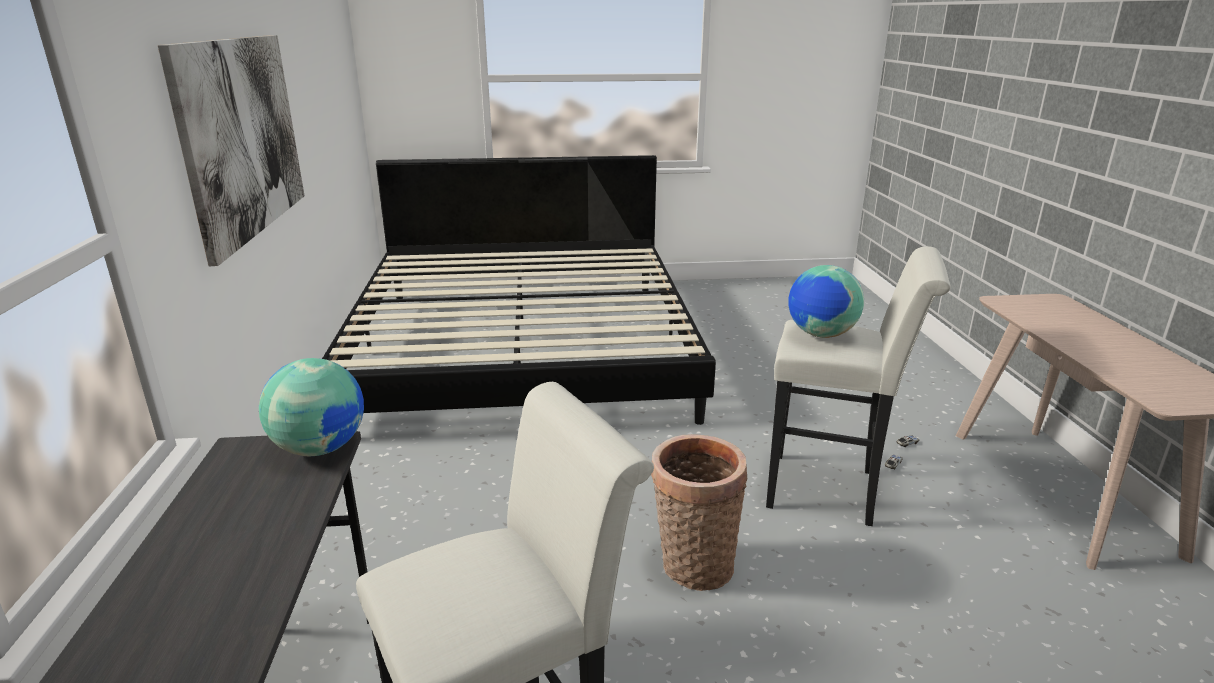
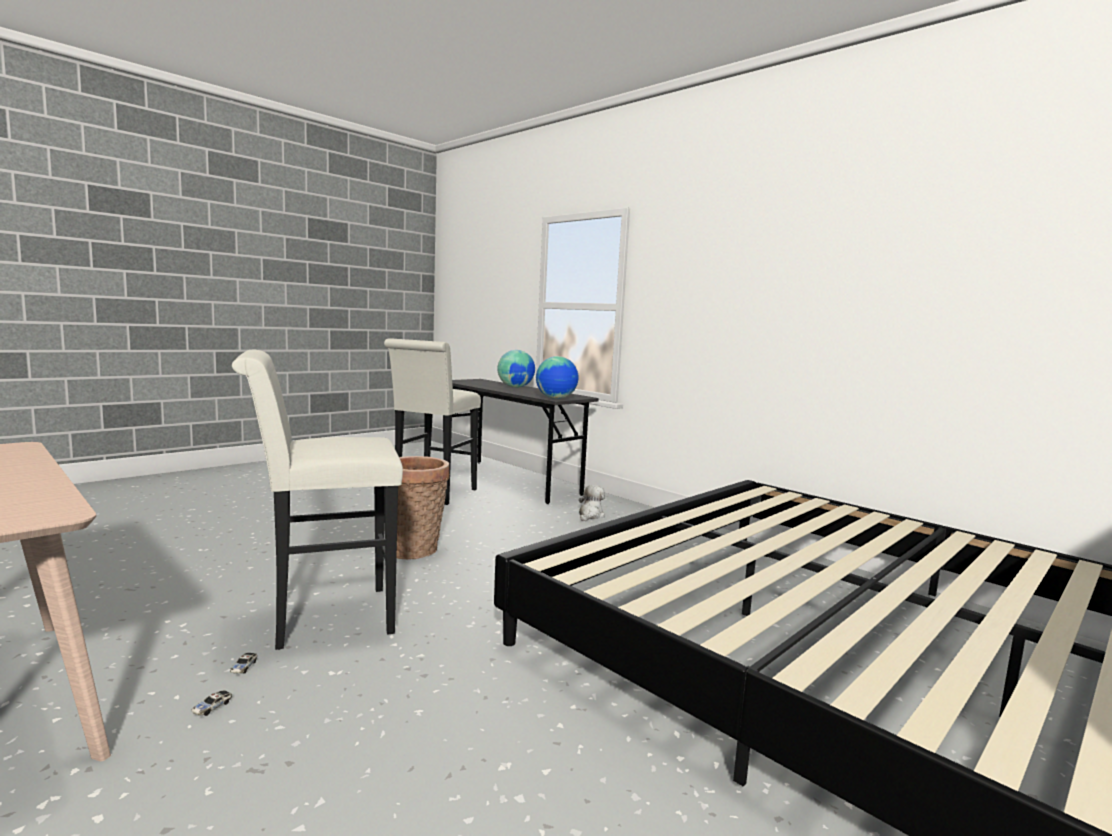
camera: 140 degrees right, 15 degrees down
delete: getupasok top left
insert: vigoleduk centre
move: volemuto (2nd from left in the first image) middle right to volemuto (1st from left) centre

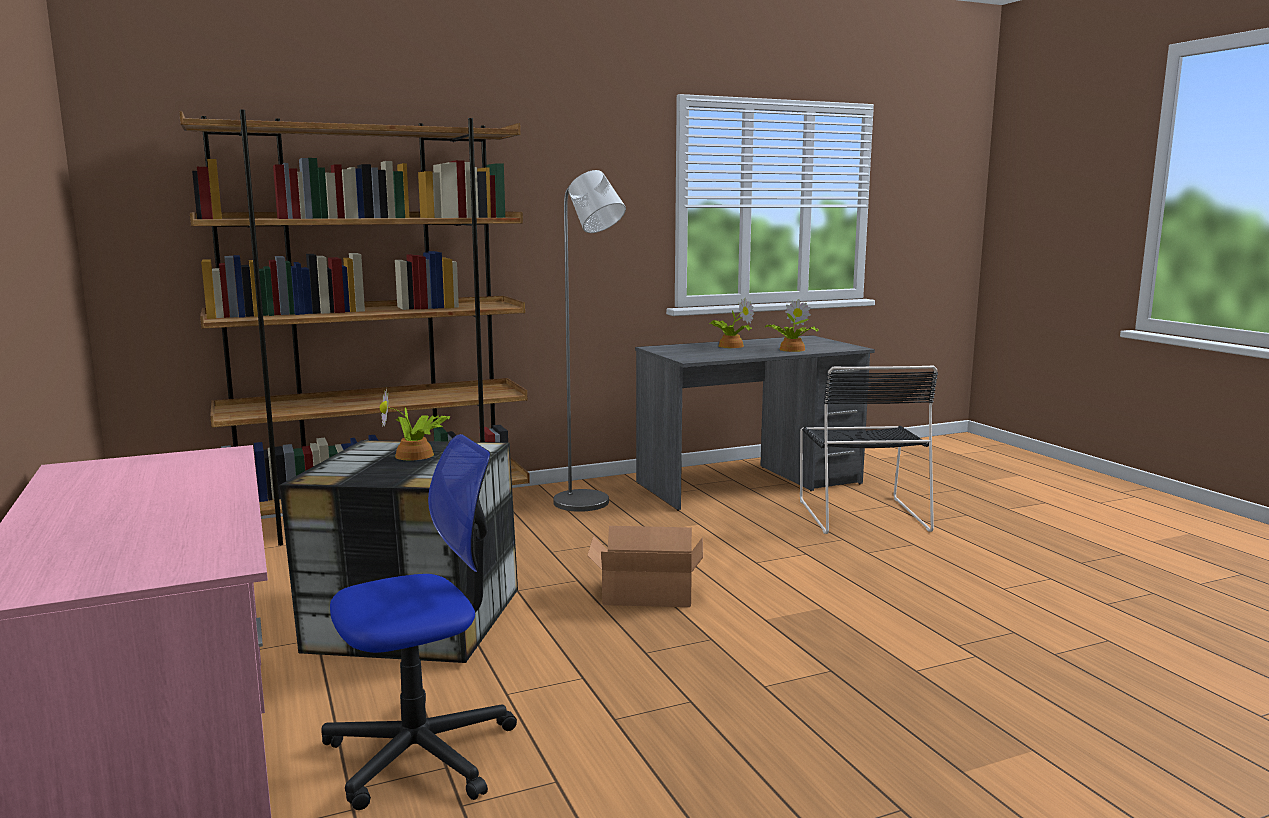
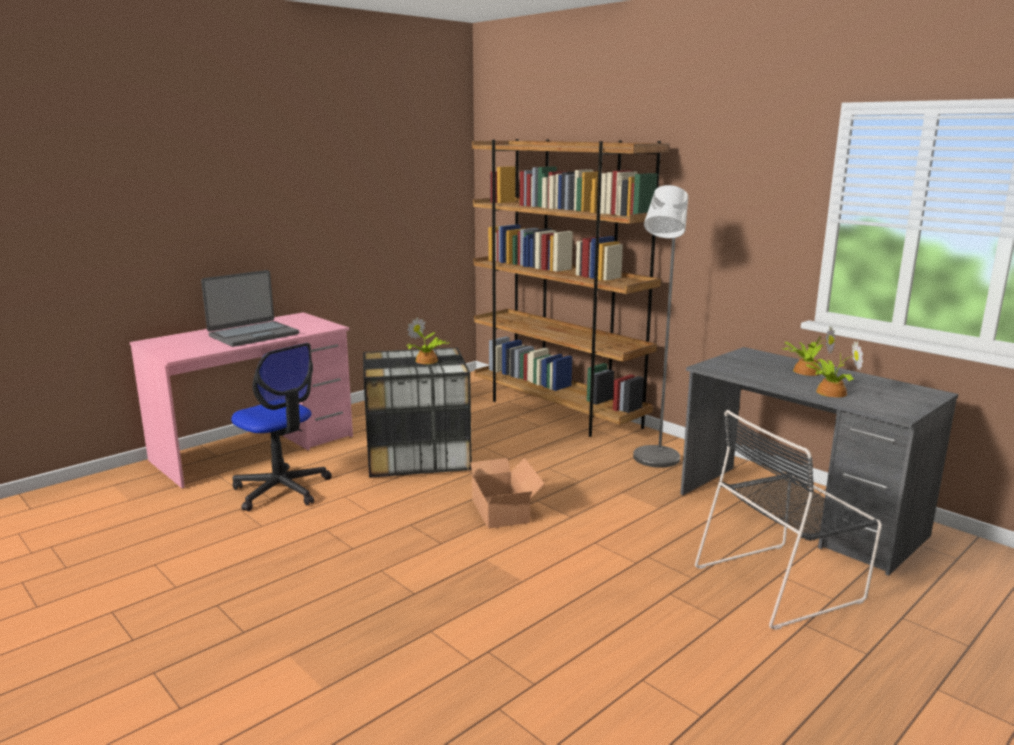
camera: 70 degrees right, 5 degrees up
insert: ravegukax middle left

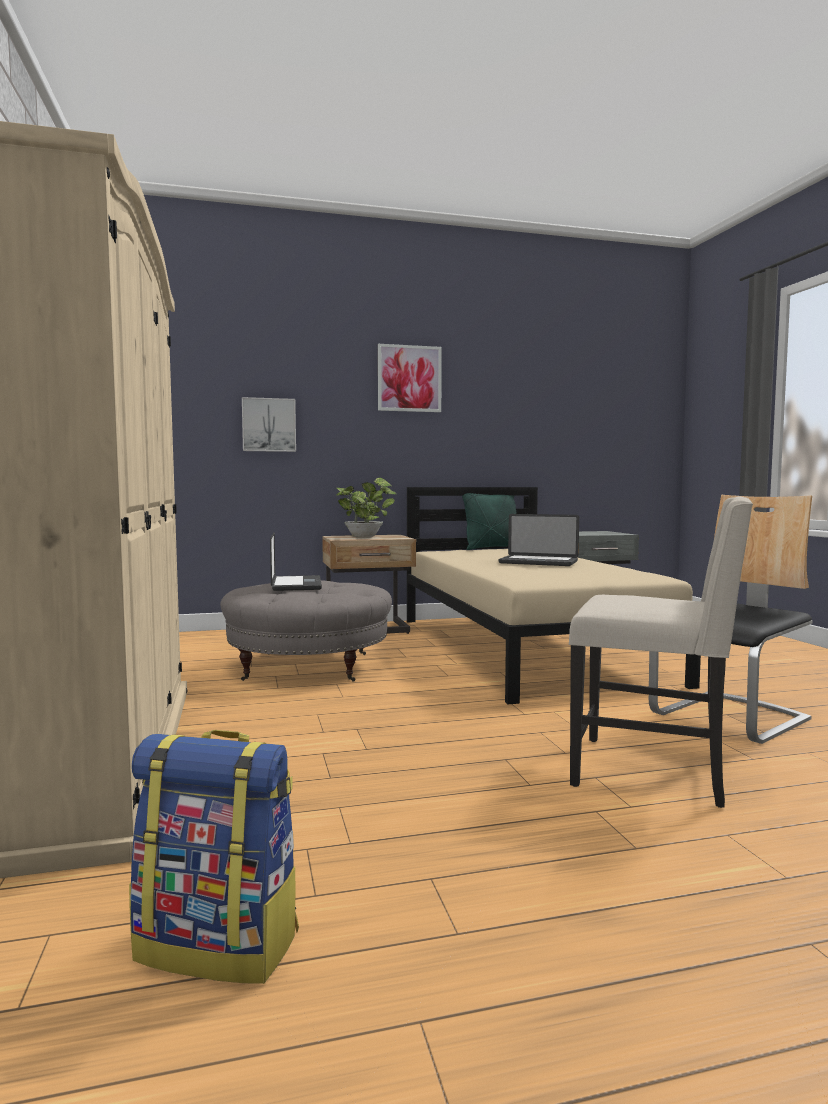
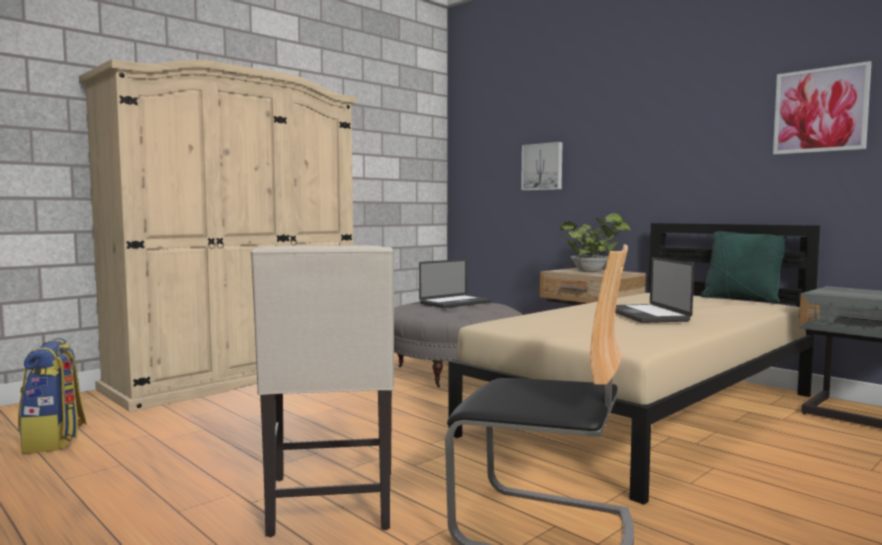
camera: 60 degrees right, 0 degrees up
move: getupasok (2nd from left) centre to top right

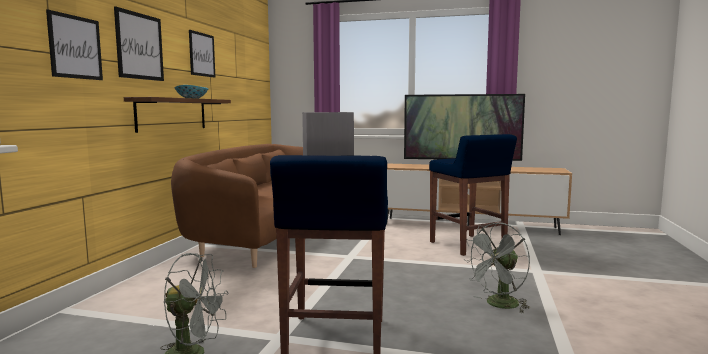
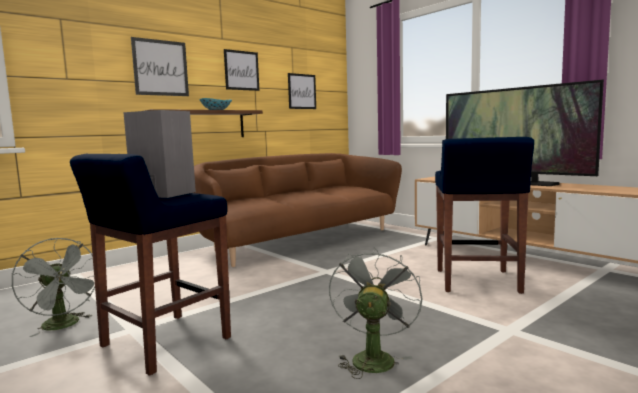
camera: 35 degrees right, 0 degrees up
move: getupasok (1st from left in the first image) top left to getupasok (3rd from left) top centre
rotate: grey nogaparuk (2nd from left) bottom right = bottom centre 105 degrees clockwise

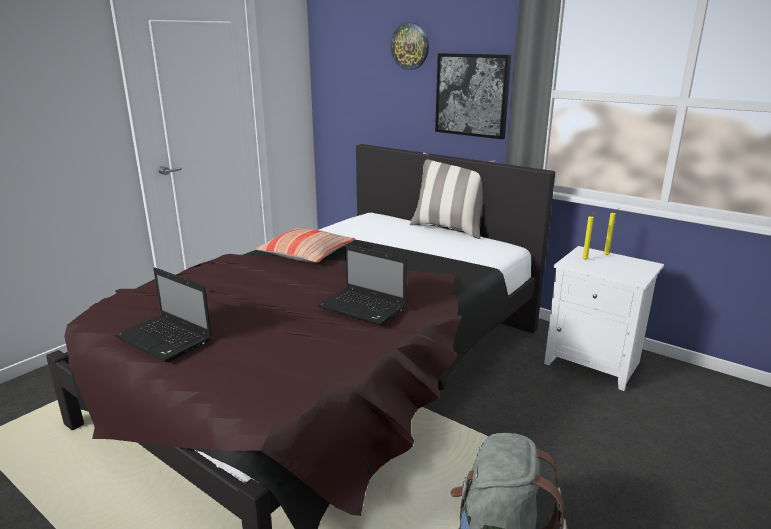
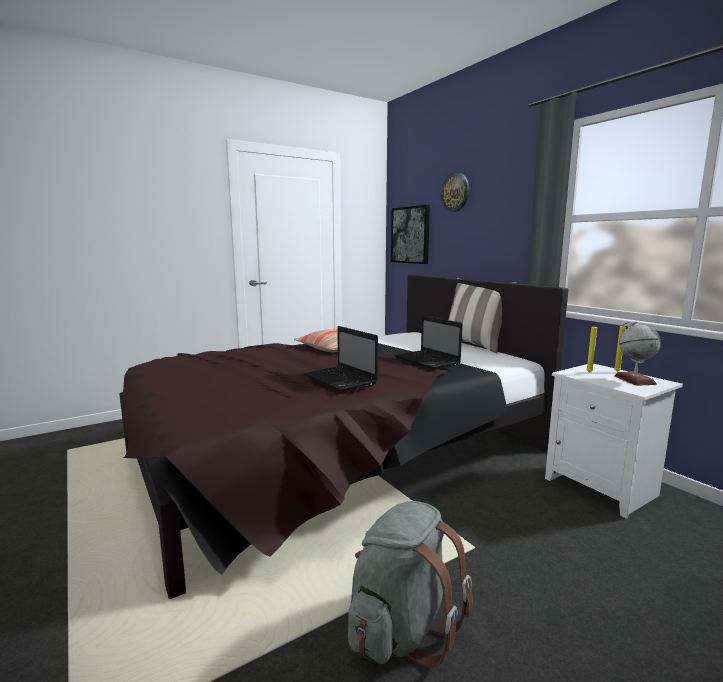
camera: 20 degrees right, 10 degrees down
insert: volemuto middle right
move: getupasok top centre to centre; ravegukax (1st from left in the first image) middle left to ravegukax (2nd from left) centre

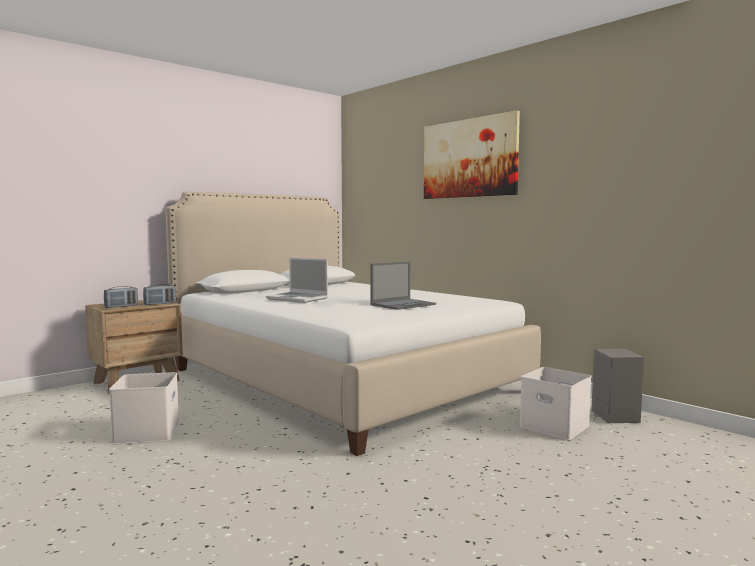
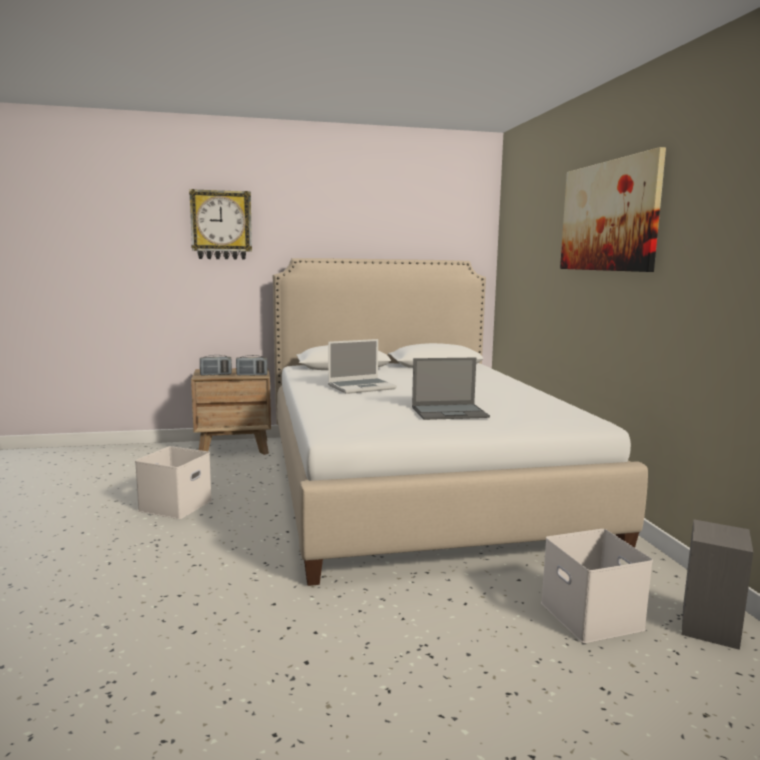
camera: 30 degrees right, 5 degrees up
insert: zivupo top left
rotate: ravegukax (1st from left) centre = centre 90 degrees counterclockwise

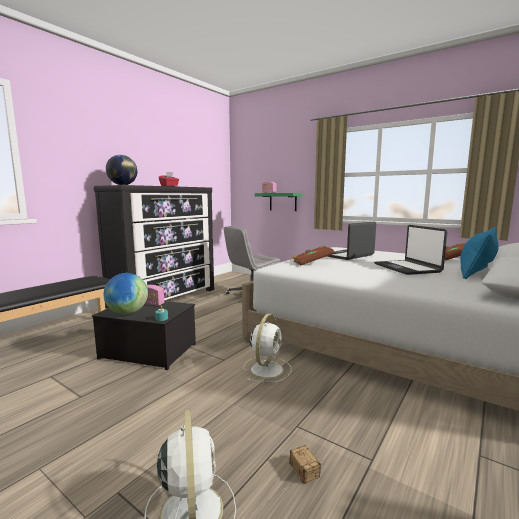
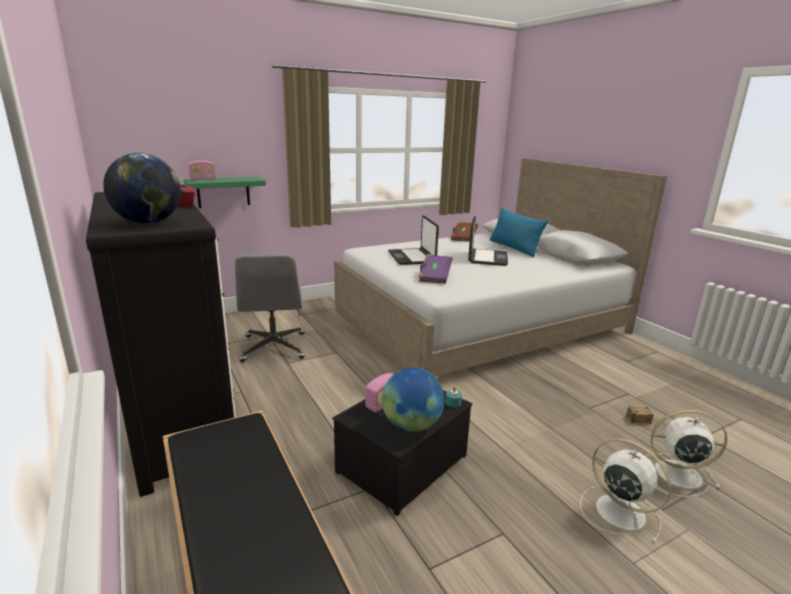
camera: 65 degrees left, 10 degrees up
move: white nogaparuk (2nd from left in the first image) bottom centre to white nogaparuk (1st from left) bottom right
recolor: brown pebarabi (1st from left) centre to purple pebarabi centre
rotate: ravegukax (2nd from left) middle right = centre 90 degrees counterclockwise

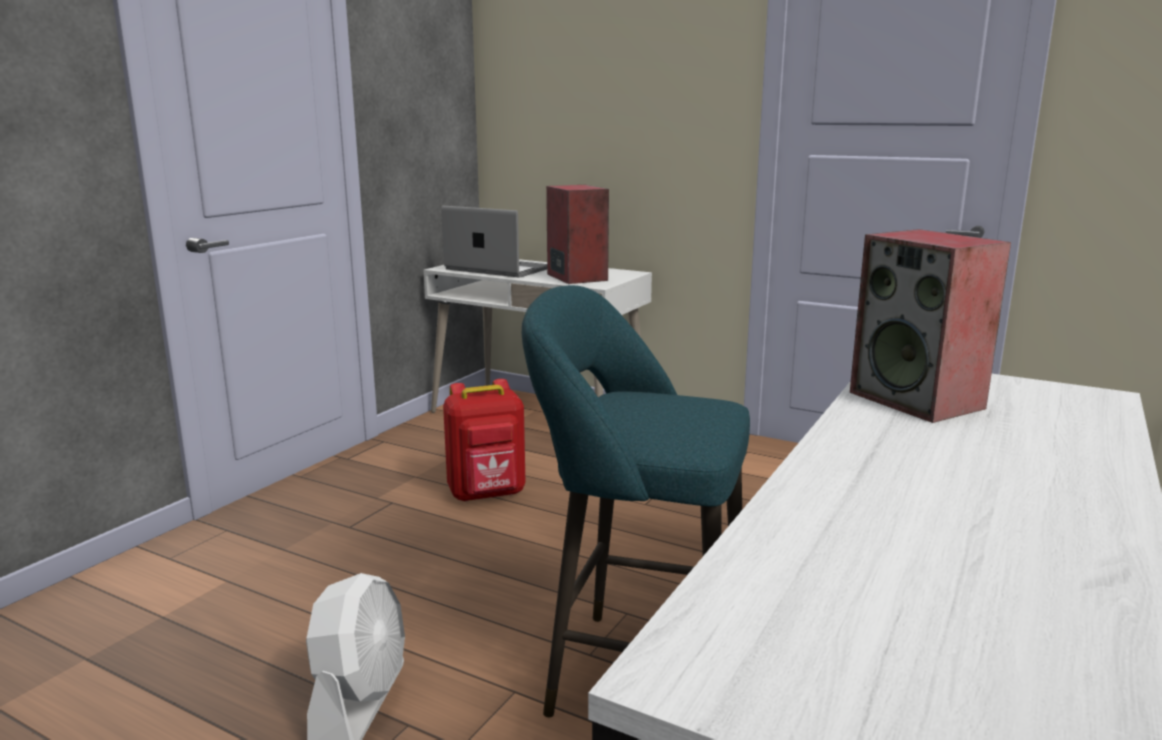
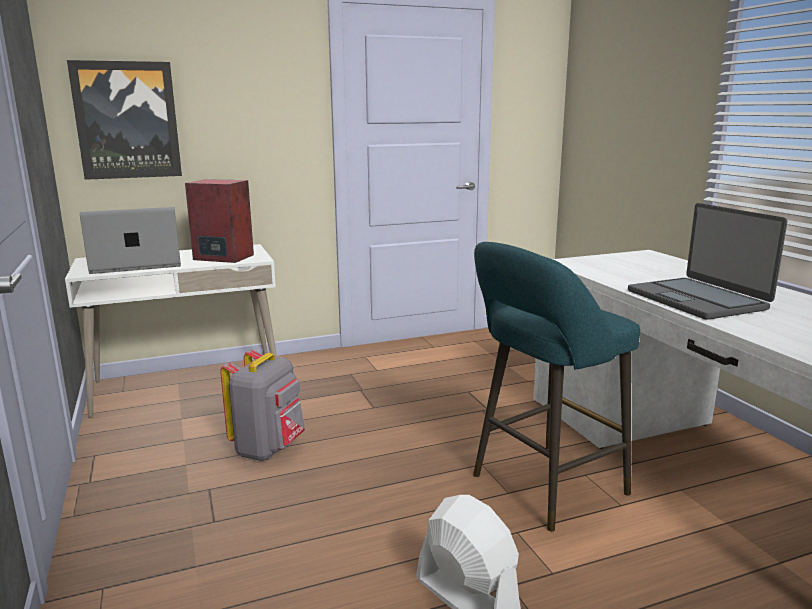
camera: 50 degrees left, 0 degrees up
delete: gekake (2nd from left) middle right
insert: getupasok top left; ravegukax (2nd from left) middle right
recolor: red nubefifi centre to grey nubefifi middle left

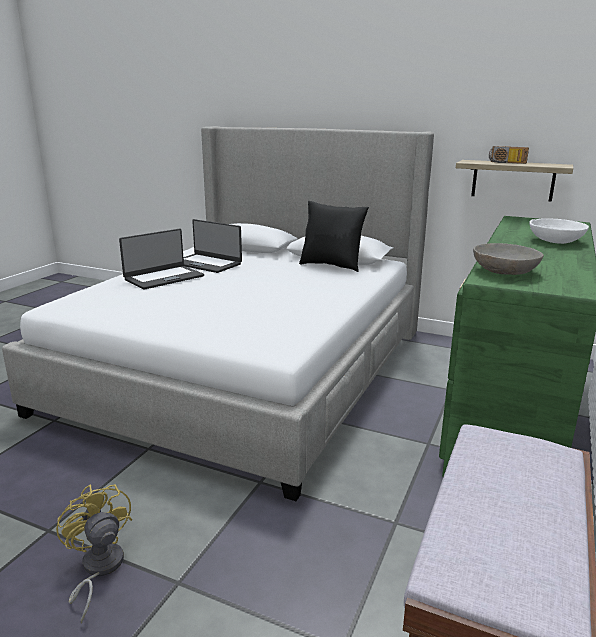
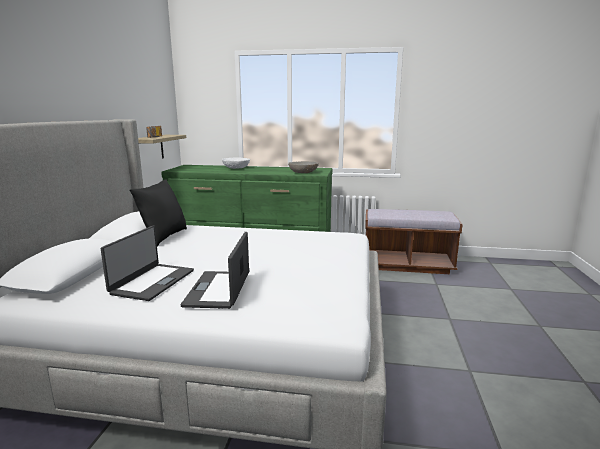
camera: 105 degrees left, 5 degrees down
delete: yellow nogaparuk bottom left
rotate: ravegukax (1st from left in the first image) middle left = centre 120 degrees counterclockwise

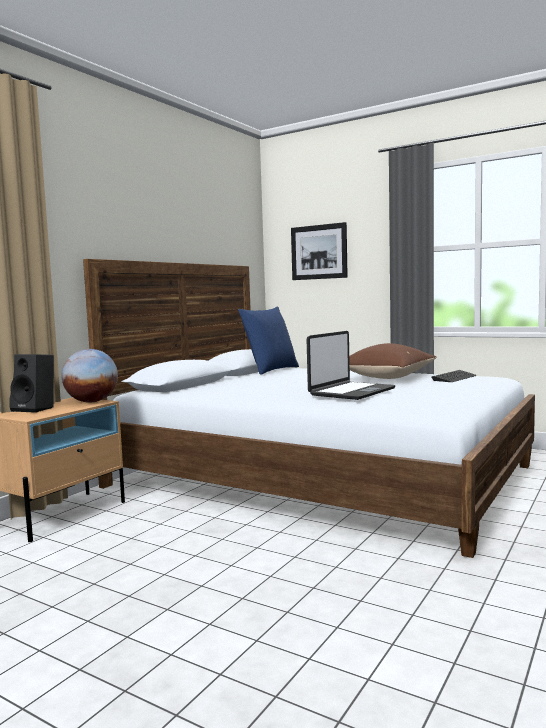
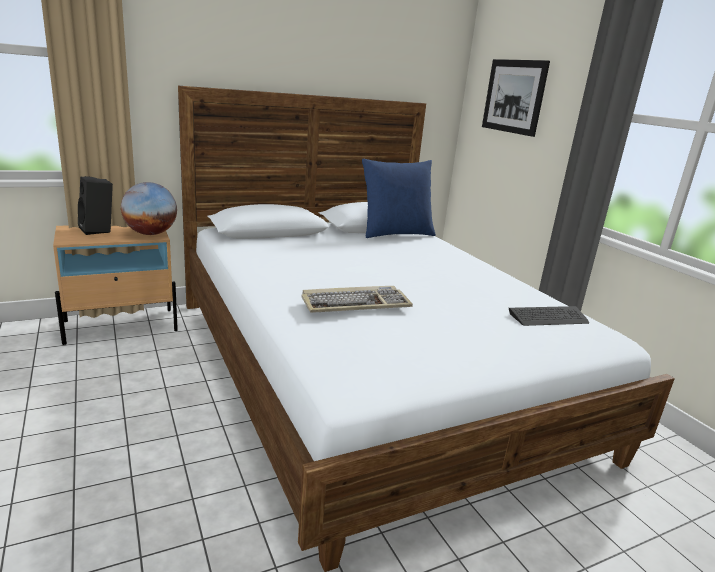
camera: 30 degrees right, 15 degrees up
delete: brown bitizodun middle right
replace: ravegukax centre to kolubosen (1st from left) centre

